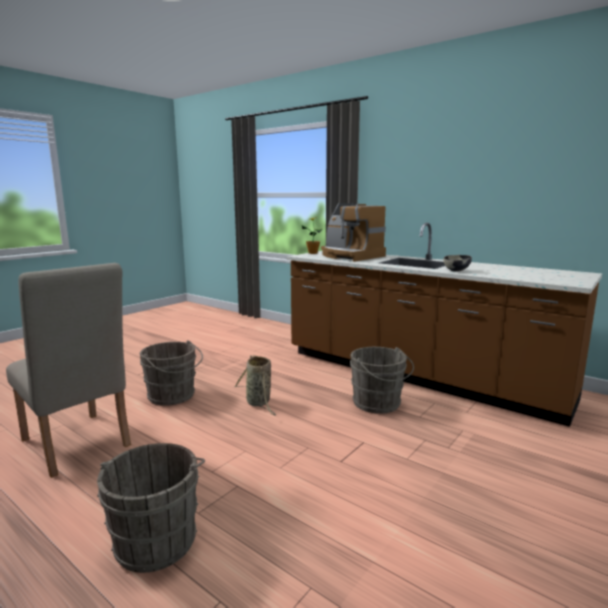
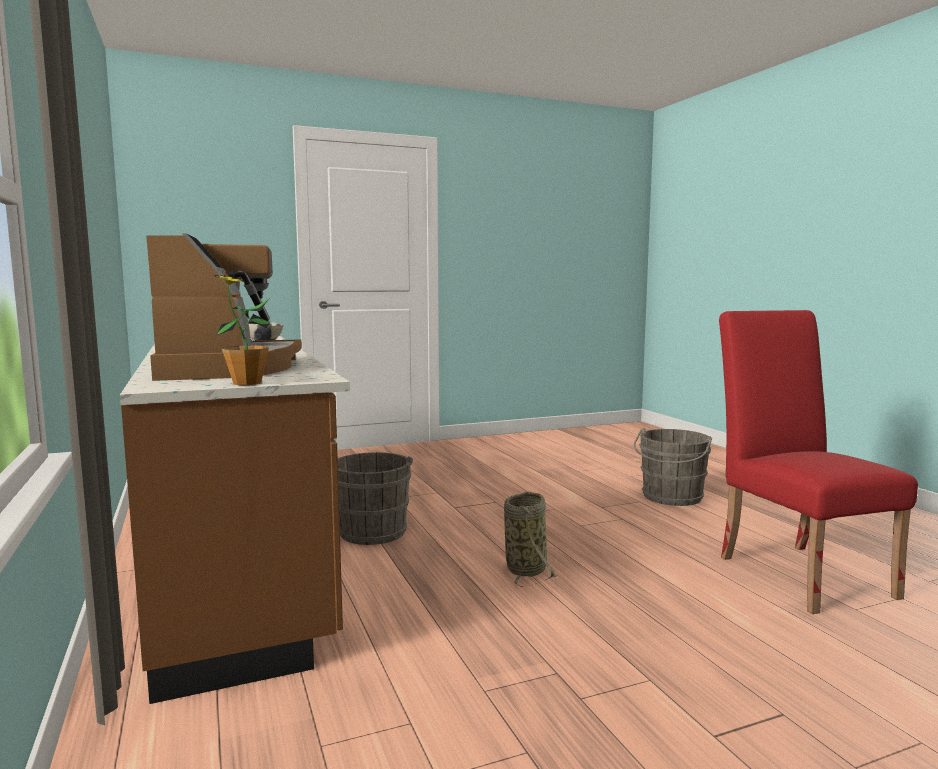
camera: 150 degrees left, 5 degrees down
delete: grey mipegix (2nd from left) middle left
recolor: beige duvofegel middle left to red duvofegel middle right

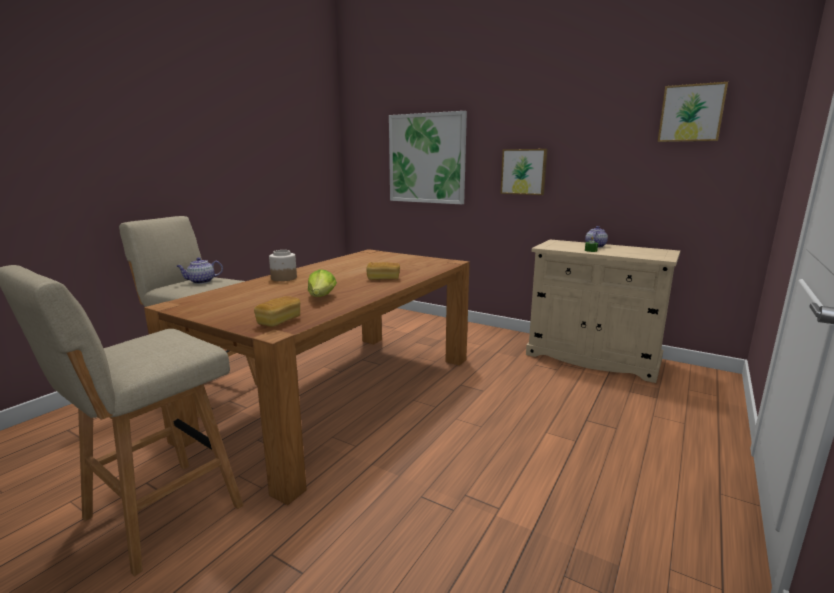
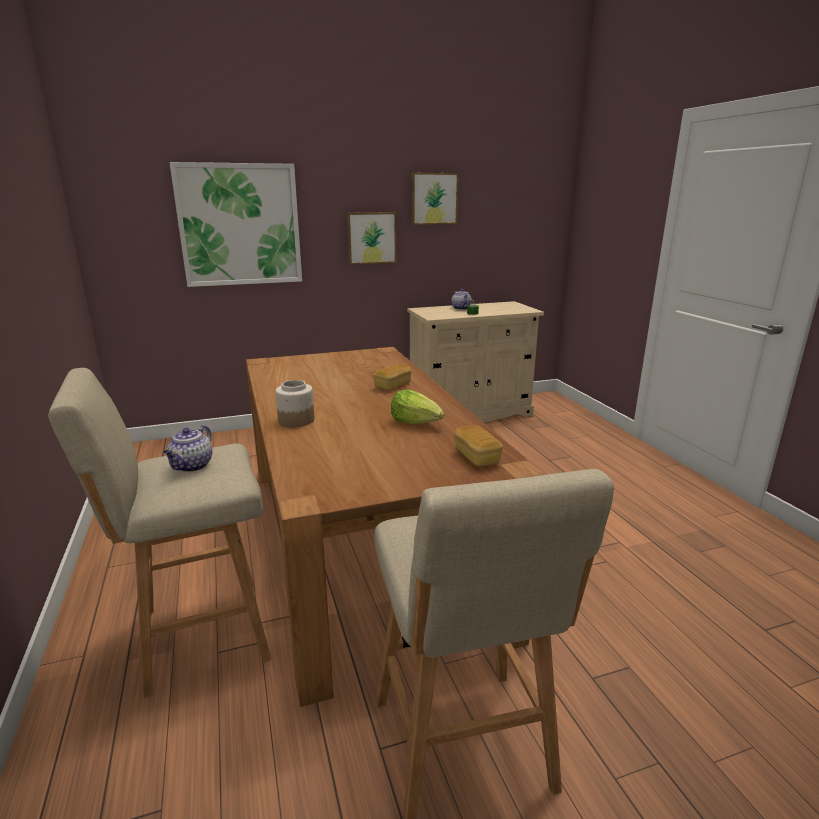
camera: 50 degrees left, 5 degrees up
move: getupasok (3rd from left) top right to top centre

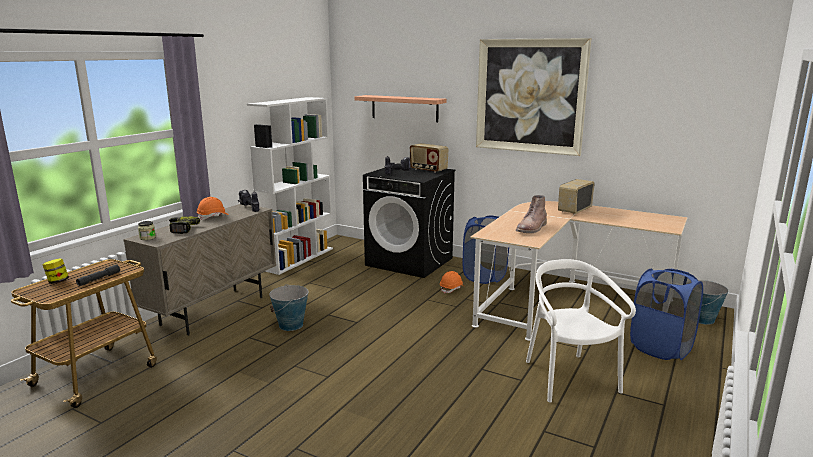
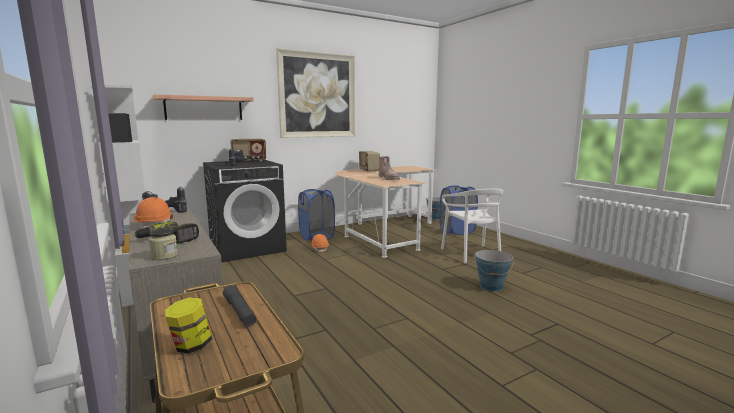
camera: 60 degrees left, 5 degrees down
move: mipegix (1st from left in the first image) bottom centre to mipegix (2nd from left) middle right
rotate: white duvofegel bottom right = centre 120 degrees counterclockwise

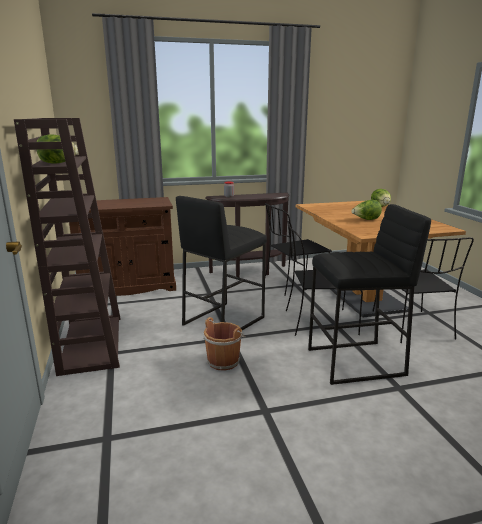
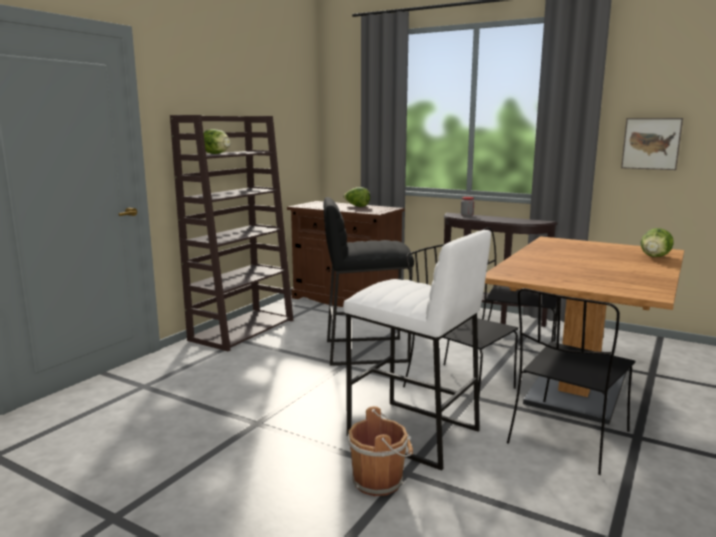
camera: 45 degrees right, 5 degrees down
insert: getupasok top right
move: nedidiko (2nd from left) middle right to centre; brown mipegix centre to bottom centre
recolor: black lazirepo (2nd from left) middle right to white lazirepo centre

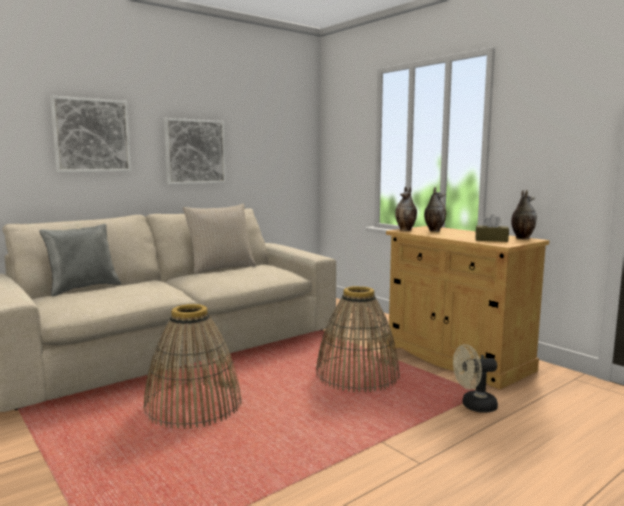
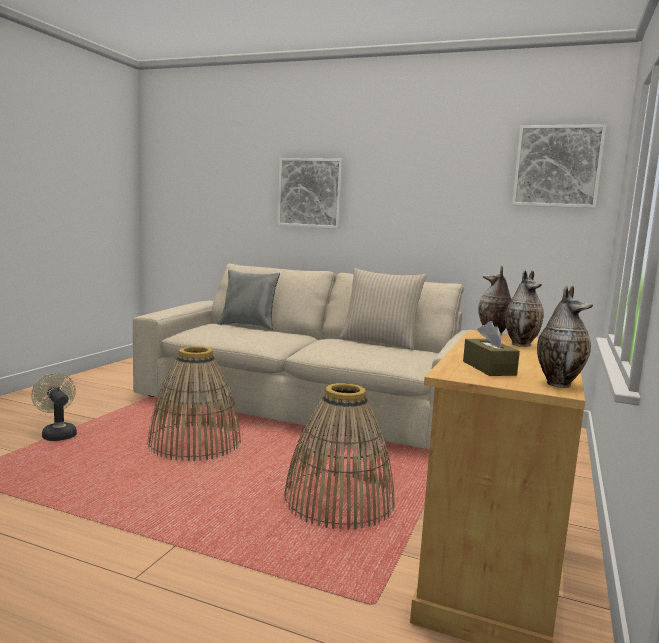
camera: 60 degrees right, 0 degrees up
move: getupasok (2nd from left) top left to top right; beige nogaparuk bottom right to middle left

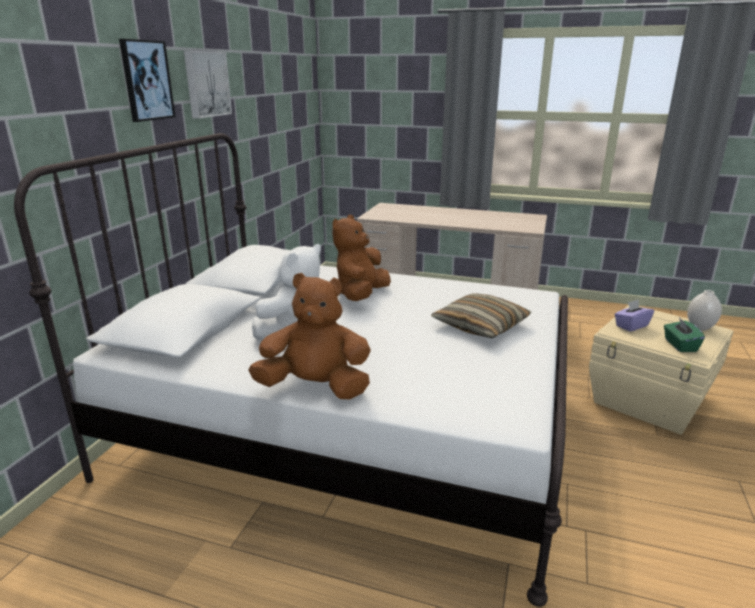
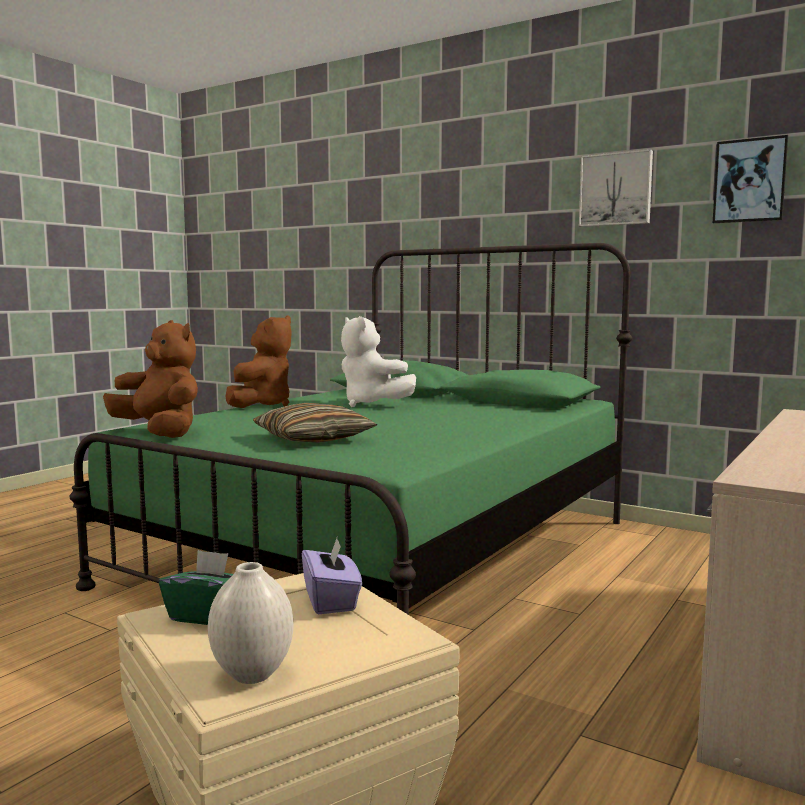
camera: 105 degrees right, 15 degrees down
move: getupasok (1st from left in the first image) top left to getupasok (2nd from left) top right; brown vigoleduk (2nd from left in the first image) centre to brown vigoleduk (1st from left) middle left
recolor: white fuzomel centre to green fuzomel centre

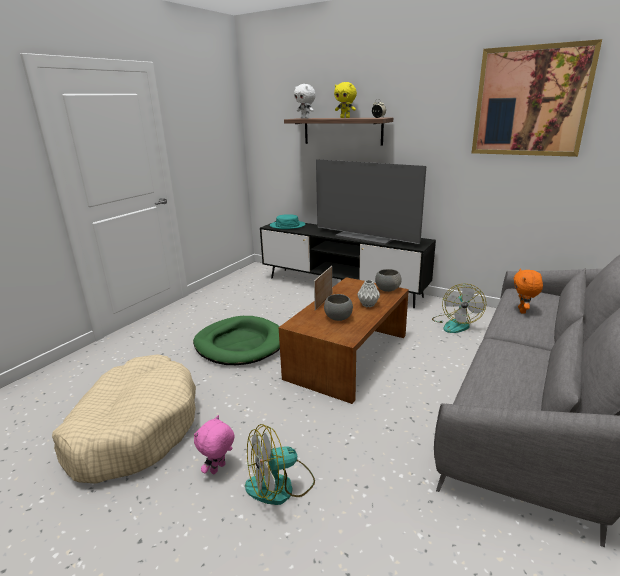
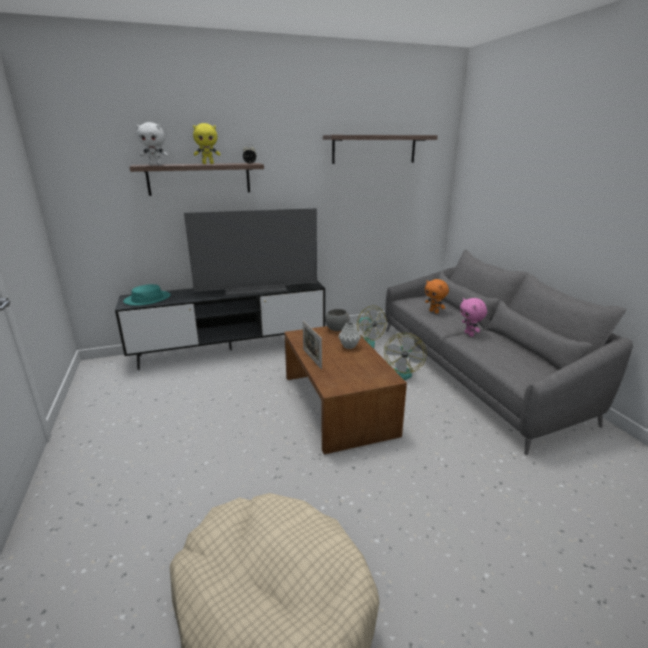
camera: 50 degrees left, 0 degrees up
delete: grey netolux (1st from left) centre; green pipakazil centre
move: pink vigoleduk bottom centre to middle right; nogaparuk (1st from left in the first image) bottom centre to nogaparuk (2nd from left) centre
replace: getupasok top right to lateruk (2nd from left) top centre

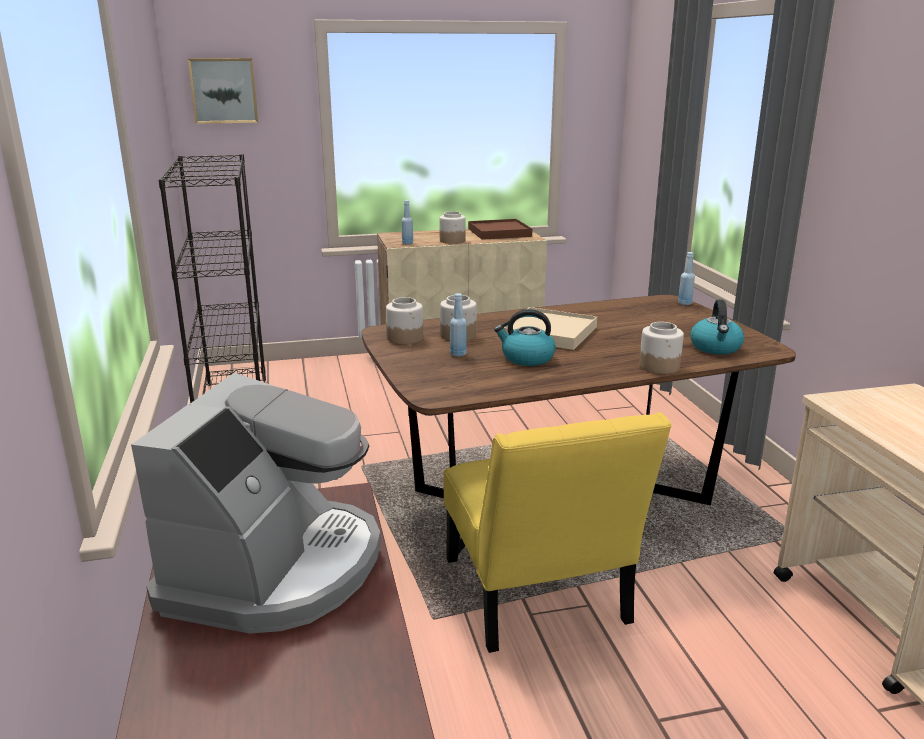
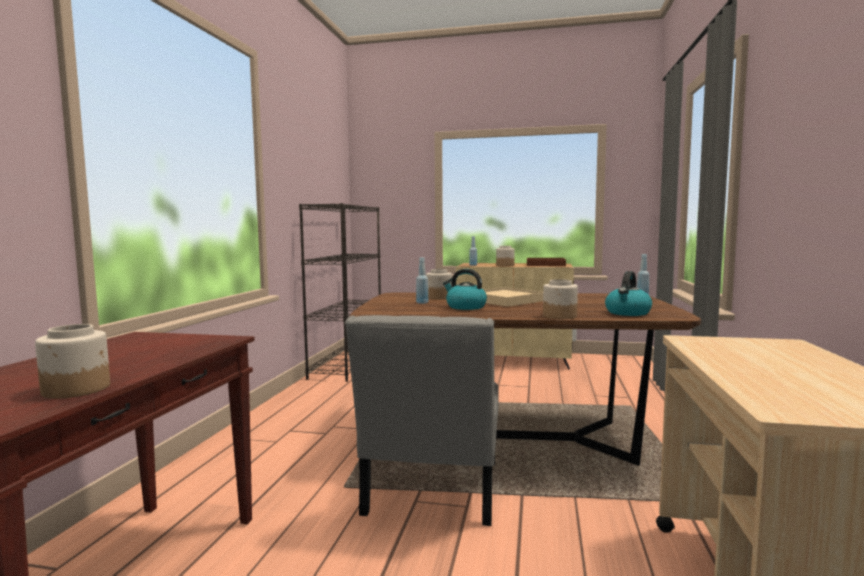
camera: 25 degrees right, 15 degrees down
delete: getupasok top left; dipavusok bottom left
move: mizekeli (1st from left) centre to middle left
recolor: yellow duvofegel bottom centre to grey duvofegel bottom centre

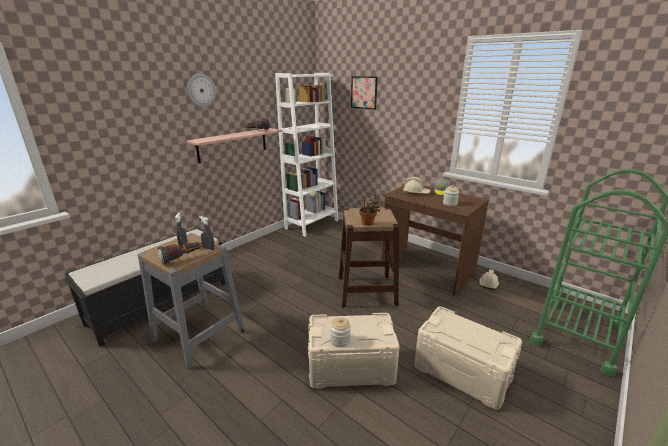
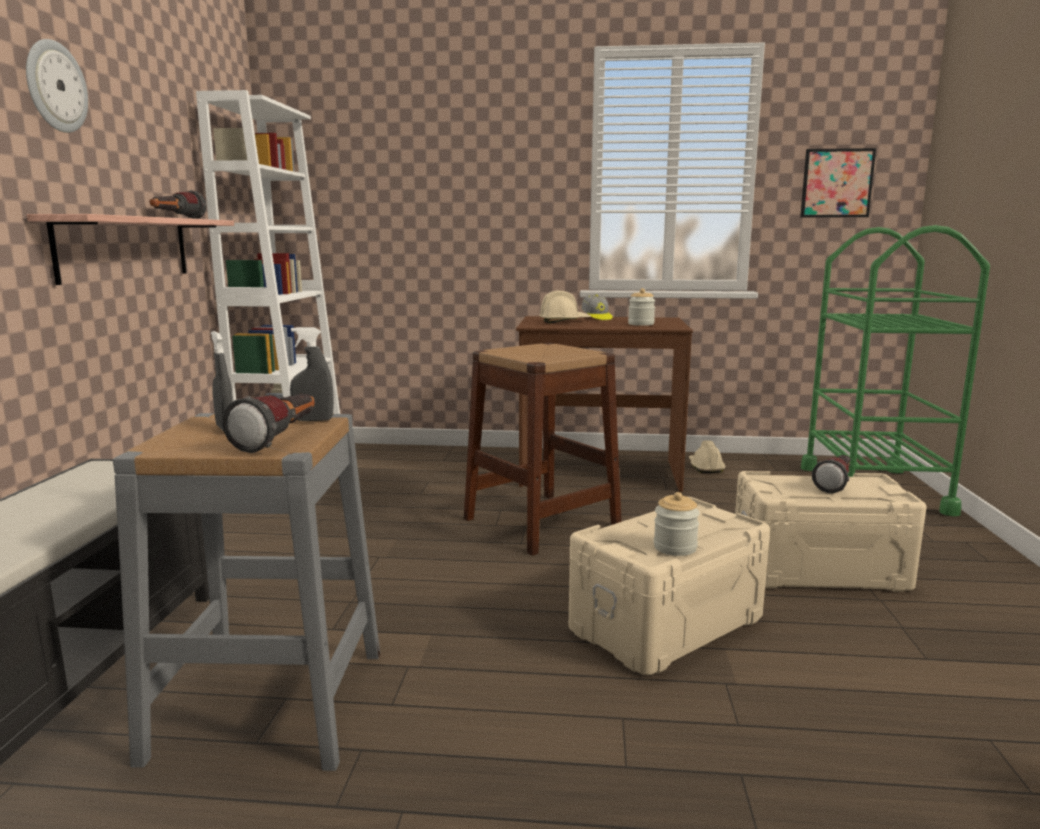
camera: 35 degrees left, 10 degrees down
delete: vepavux centre
insert: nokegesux (3rd from left) middle right
move: getupasok top centre to top right

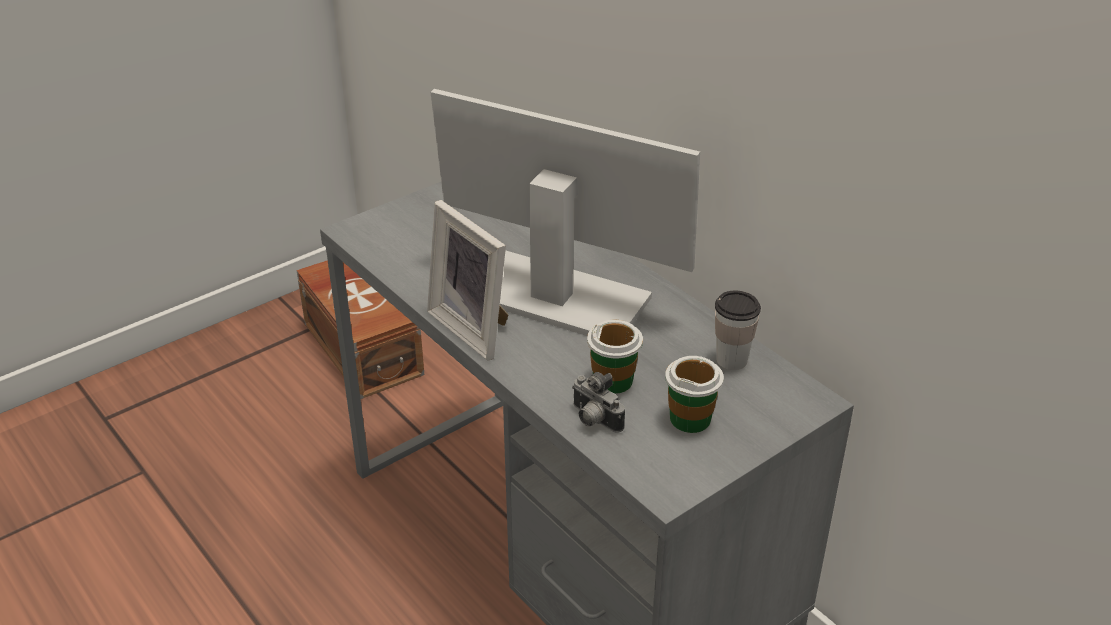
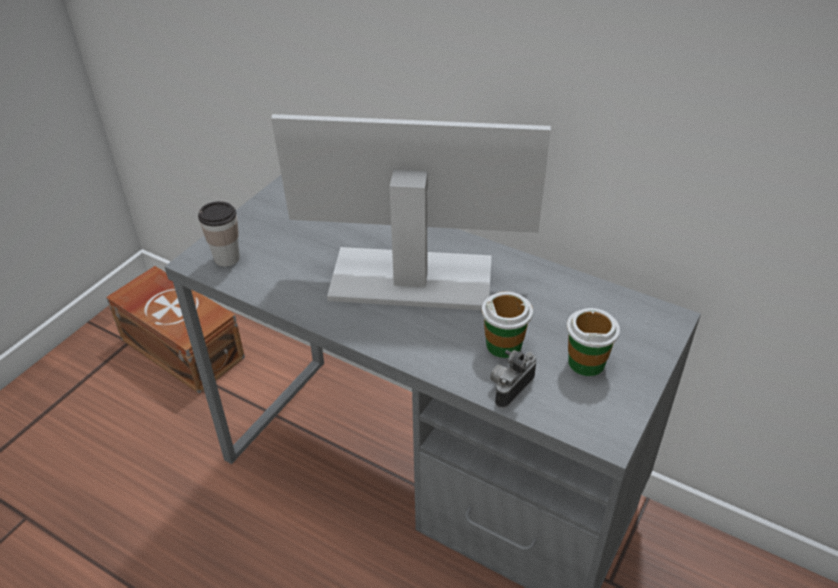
camera: 20 degrees left, 5 degrees up
delete: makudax centre
move: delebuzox (3rd from left in the first image) centre to delebuzox (1st from left) middle left
rotate: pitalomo centre = centre 105 degrees clockwise

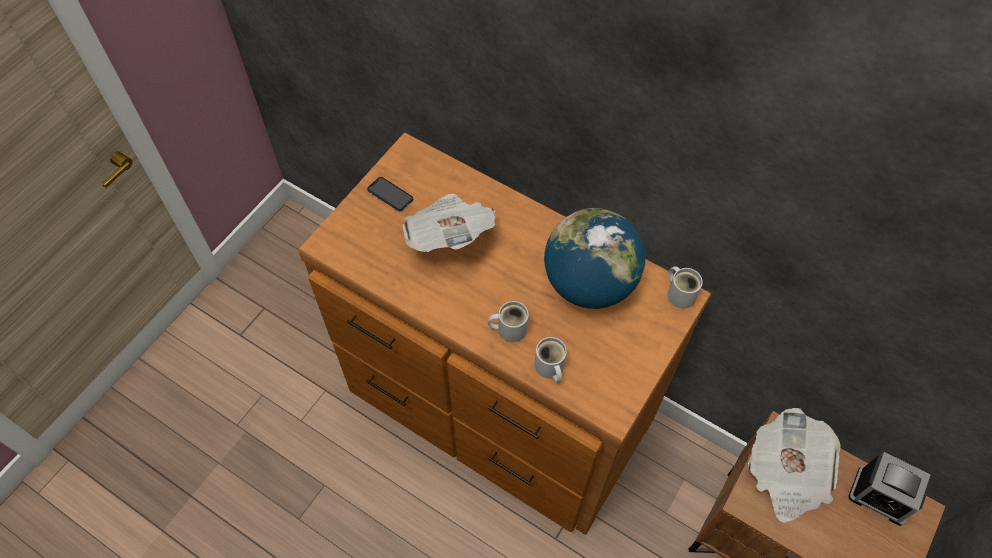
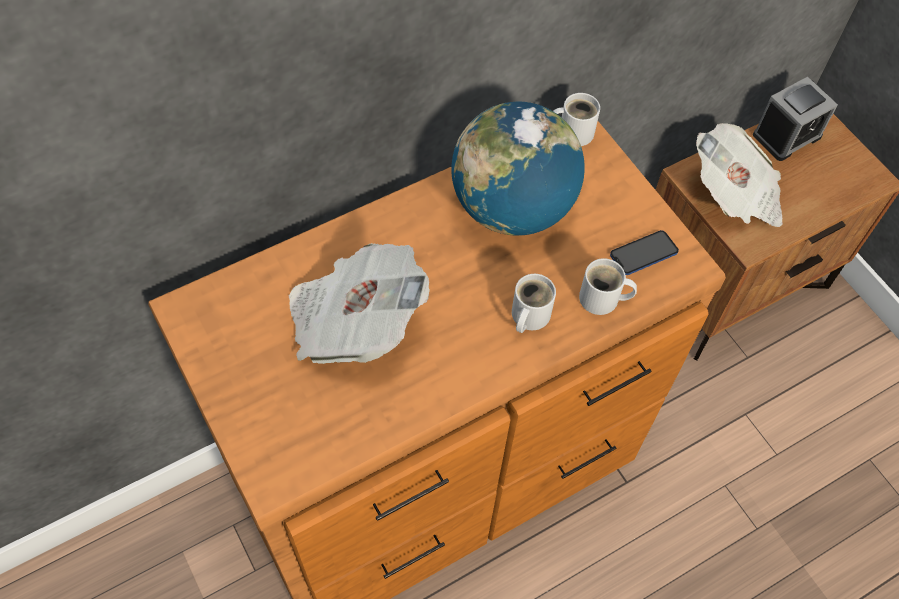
camera: 65 degrees left, 0 degrees up
move: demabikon centre to middle right

